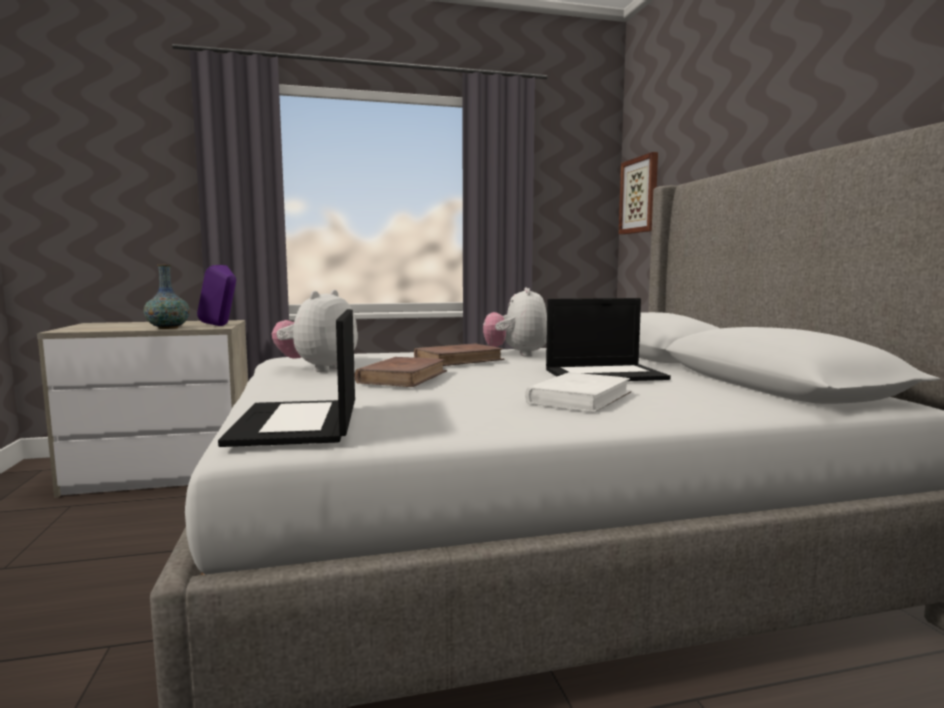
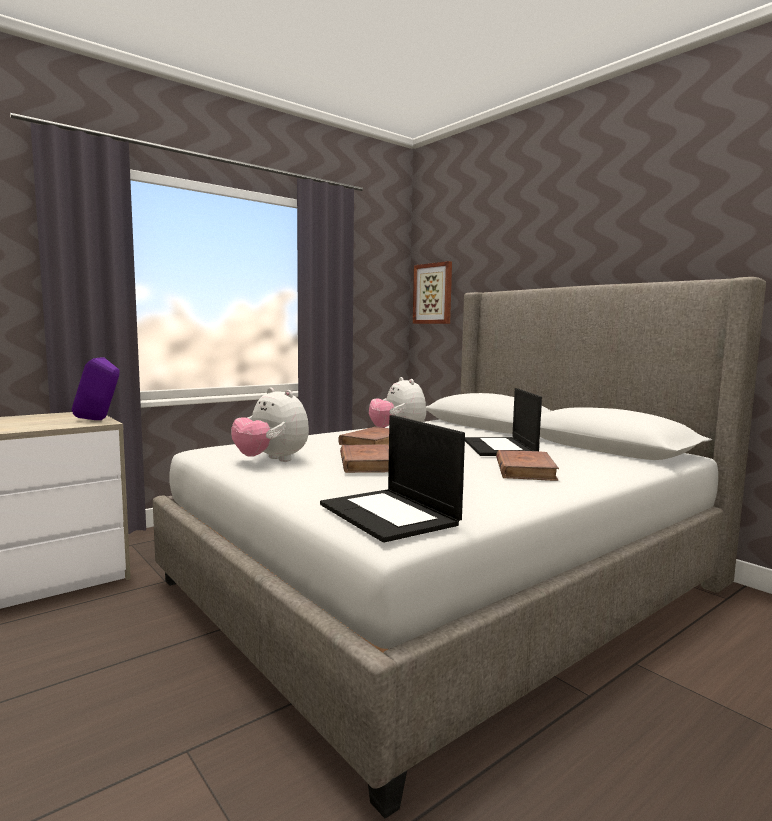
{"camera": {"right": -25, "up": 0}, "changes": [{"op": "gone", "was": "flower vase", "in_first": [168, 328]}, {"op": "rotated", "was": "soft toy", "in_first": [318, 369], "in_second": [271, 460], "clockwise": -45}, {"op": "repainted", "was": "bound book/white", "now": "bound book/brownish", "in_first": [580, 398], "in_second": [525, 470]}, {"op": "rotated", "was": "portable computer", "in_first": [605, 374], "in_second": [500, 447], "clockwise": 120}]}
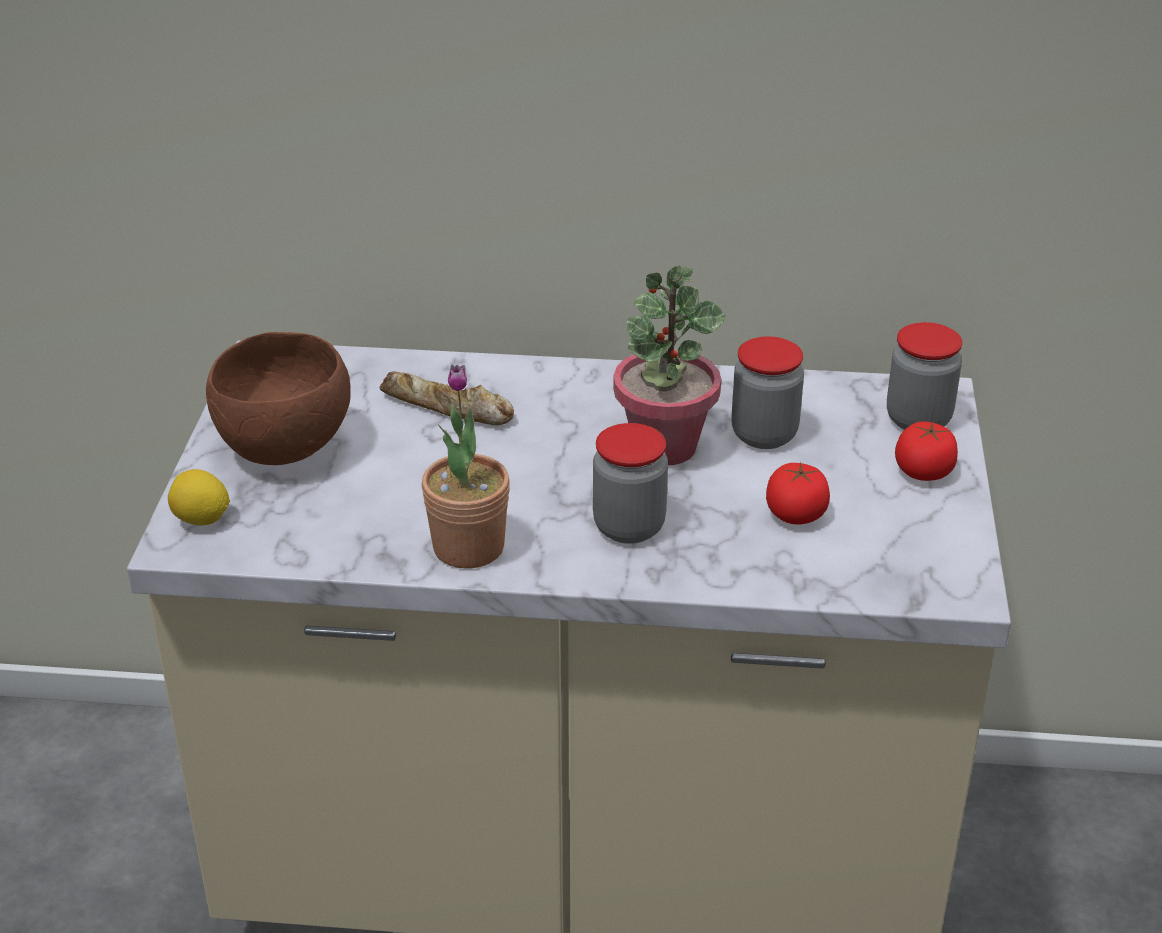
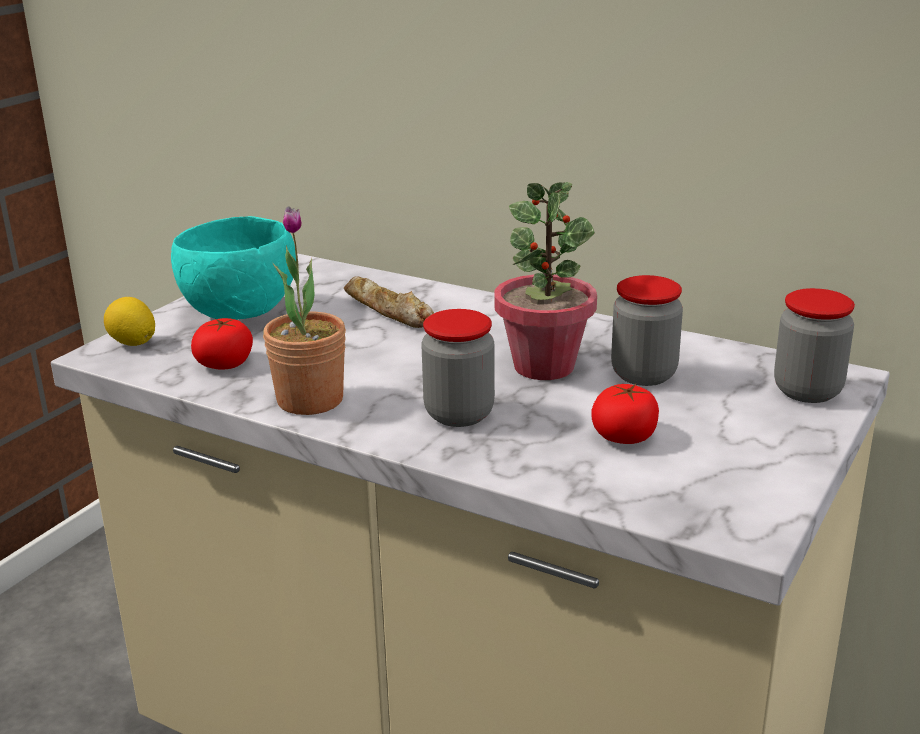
{"camera": {"right": 25, "up": -10}, "changes": [{"op": "repainted", "was": "bowl/brownish", "now": "bowl/blue-green", "in_first": [287, 448], "in_second": [242, 313]}, {"op": "shifted", "was": "whole tomato", "in_first": [924, 470], "in_second": [225, 363]}]}
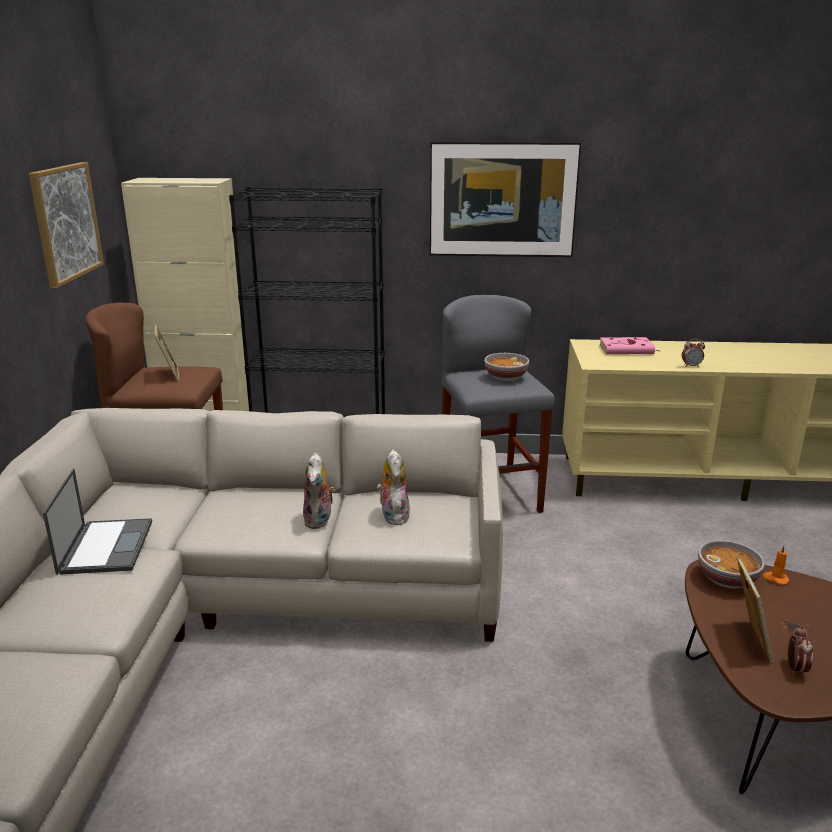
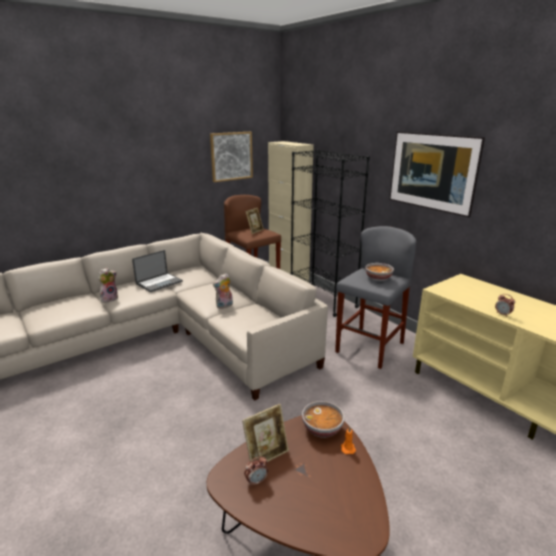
{"camera": {"right": 50, "up": 0}, "changes": [{"op": "shifted", "was": "soft toy", "in_first": [393, 515], "in_second": [109, 299]}, {"op": "gone", "was": "bound book/pink-coloured", "in_first": [627, 349]}]}
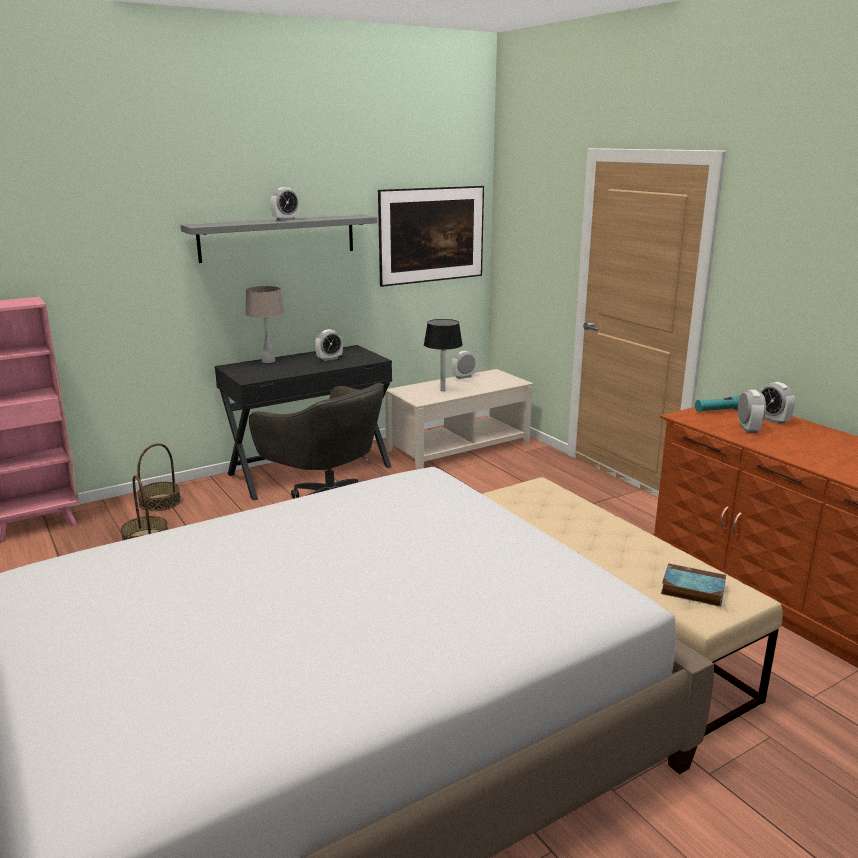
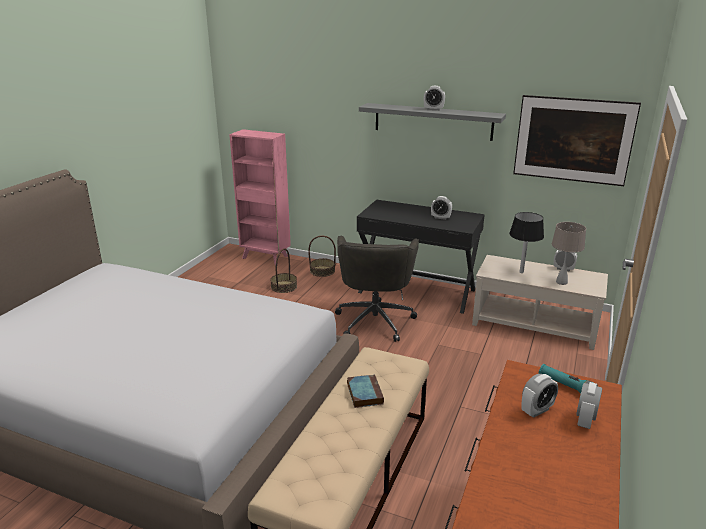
{"camera": {"right": 55, "up": 5}, "changes": [{"op": "shifted", "was": "lamp for a table/beige", "in_first": [268, 361], "in_second": [561, 282]}, {"op": "shifted", "was": "bound book", "in_first": [691, 589], "in_second": [364, 393]}]}
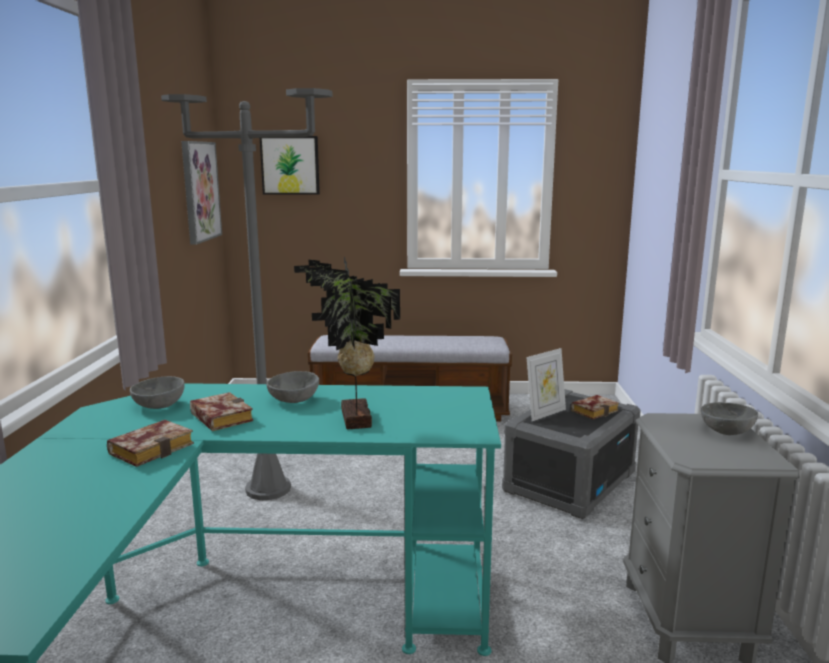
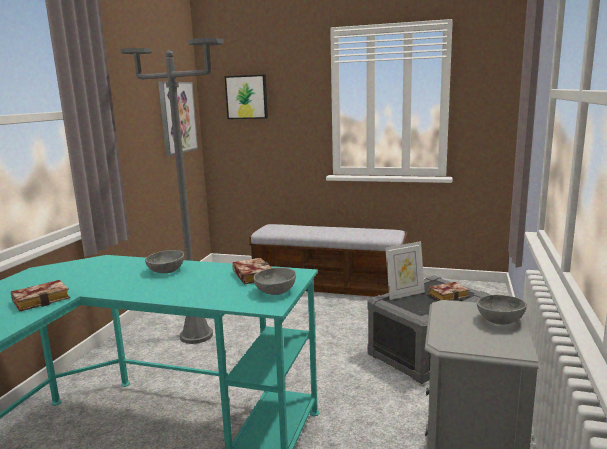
{"camera": {"right": 15, "up": 0}, "changes": [{"op": "shifted", "was": "bowl/grey", "in_first": [158, 406], "in_second": [275, 292]}, {"op": "shifted", "was": "bound book", "in_first": [218, 417], "in_second": [251, 275]}, {"op": "gone", "was": "houseplant", "in_first": [352, 420]}]}
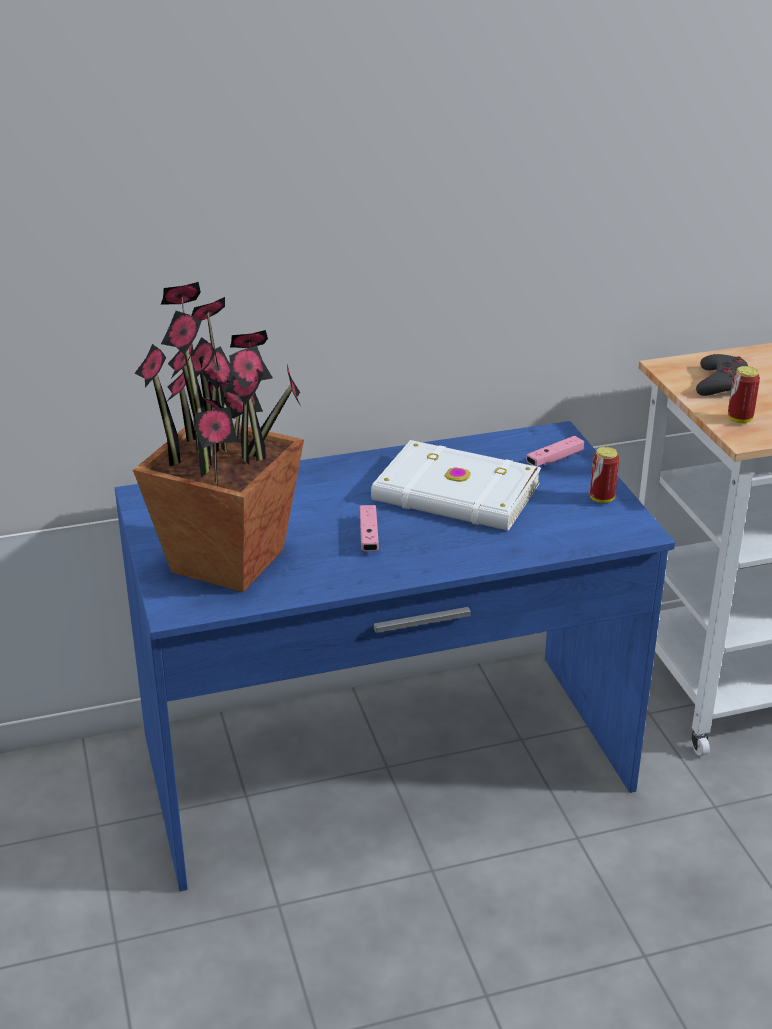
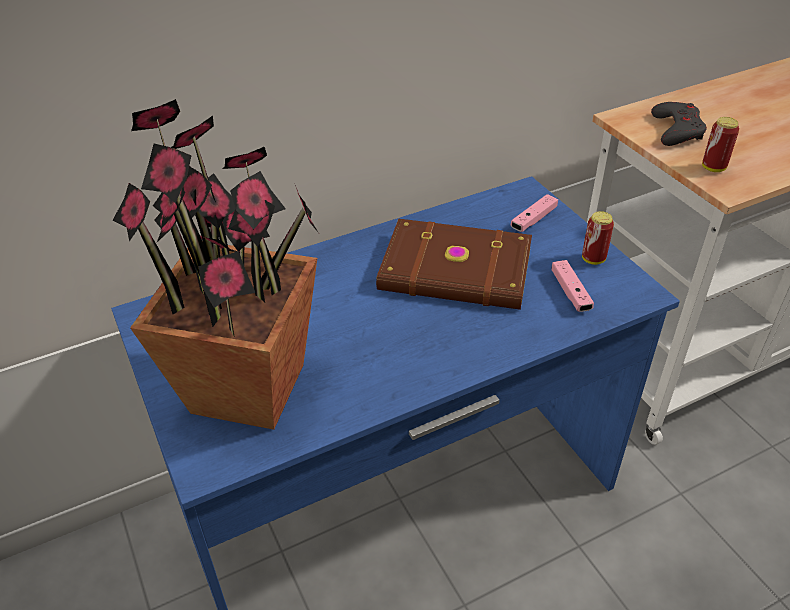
{"camera": {"right": -10, "up": 10}, "changes": [{"op": "shifted", "was": "gamepad/pink-coloured", "in_first": [369, 536], "in_second": [570, 292]}, {"op": "repainted", "was": "bound book/white", "now": "bound book/brownish", "in_first": [456, 494], "in_second": [456, 272]}]}
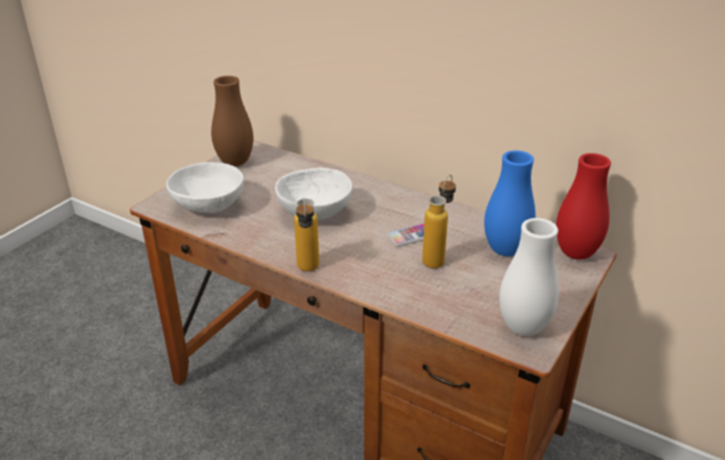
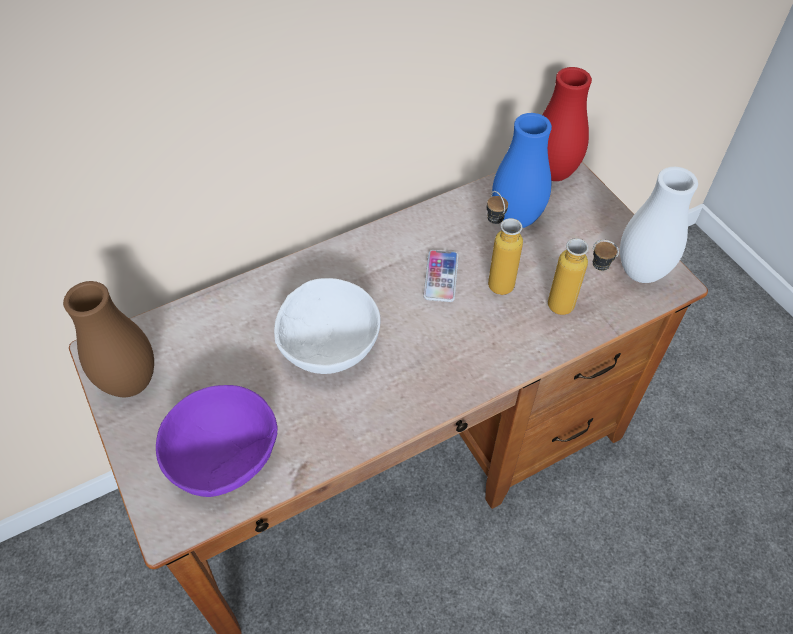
{"camera": {"right": -60, "up": 20}, "changes": [{"op": "repainted", "was": "bowl/white", "now": "bowl/purplish", "in_first": [210, 206], "in_second": [226, 457]}, {"op": "shifted", "was": "beverage bottle", "in_first": [308, 271], "in_second": [571, 309]}]}
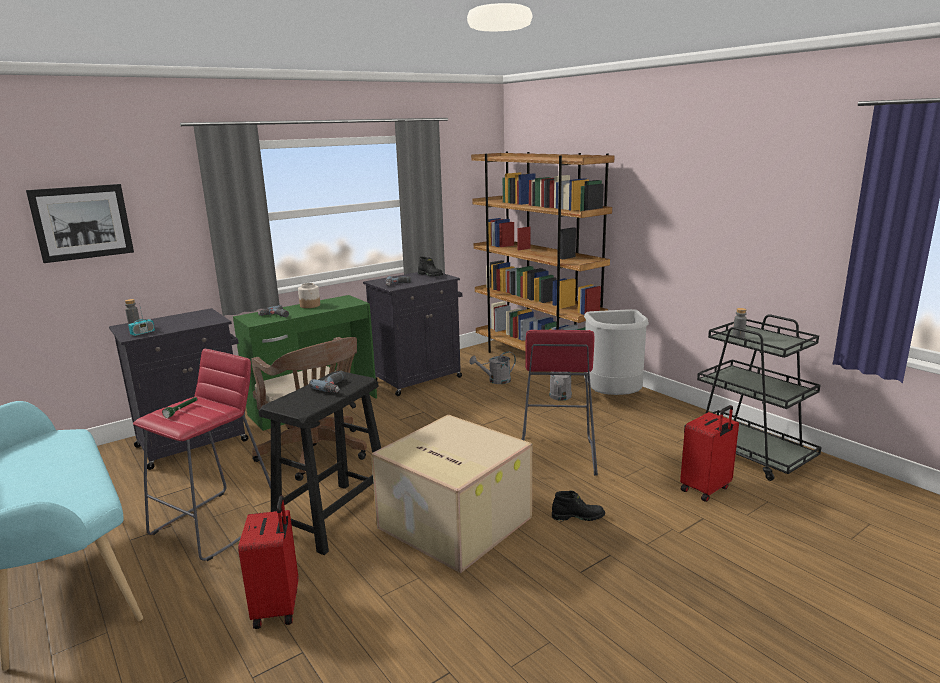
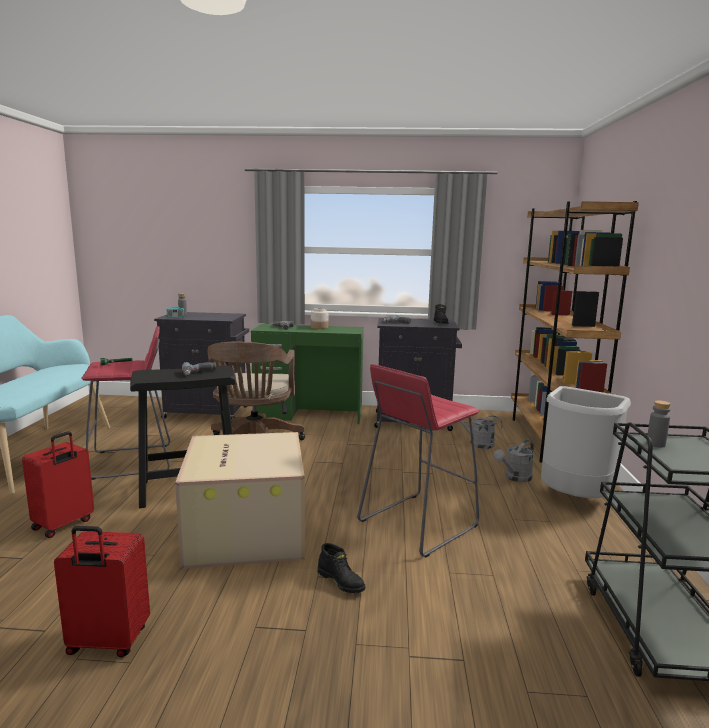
{"camera": {"right": 40, "up": -5}, "changes": [{"op": "gone", "was": "picture", "in_first": [82, 222]}, {"op": "shifted", "was": "piece of luggage/reddish", "in_first": [706, 489], "in_second": [107, 642]}]}
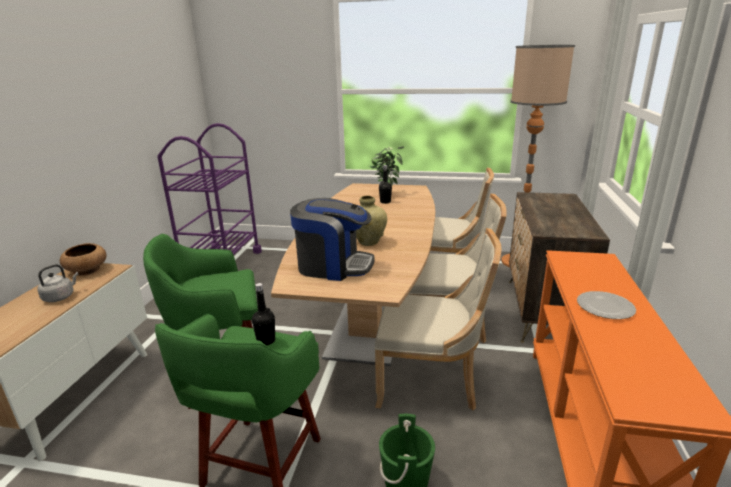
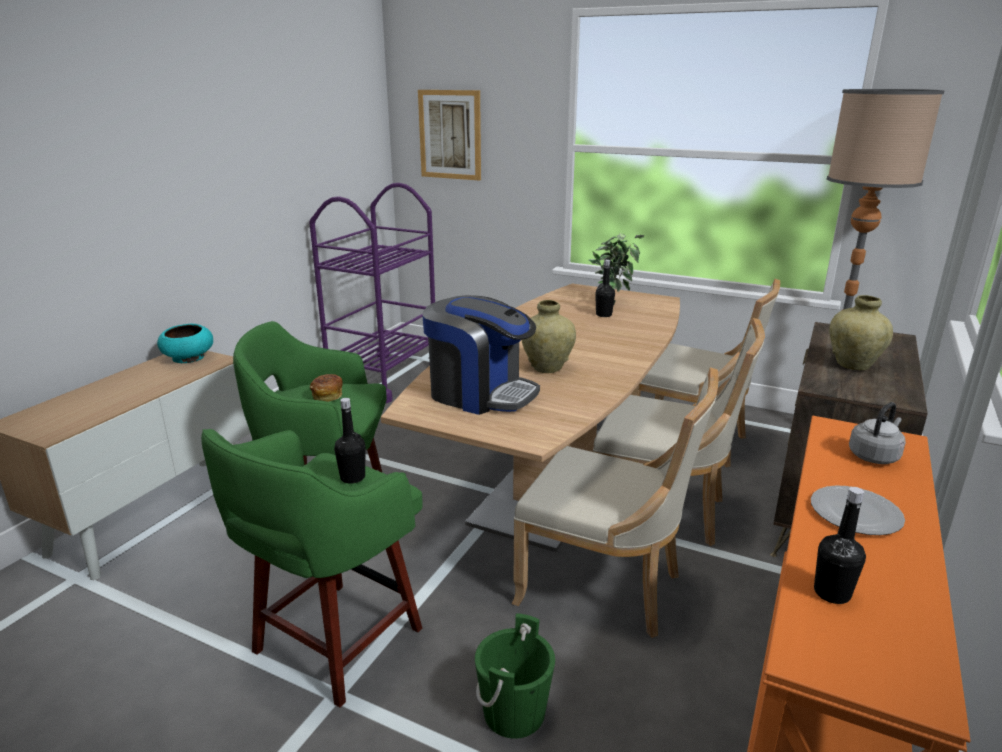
{"camera": {"right": 15, "up": 0}, "changes": [{"op": "shifted", "was": "tea kettle/grey", "in_first": [60, 297], "in_second": [874, 456]}, {"op": "repainted", "was": "bowl/brownish", "now": "bowl/blue-green", "in_first": [87, 270], "in_second": [189, 358]}, {"op": "new", "now": "bakery bread", "in_second": [328, 396]}, {"op": "new", "now": "picture", "in_second": [450, 135]}, {"op": "new", "now": "beverage bottle/black-coloured", "in_second": [832, 593]}, {"op": "new", "now": "flower vase/beige", "in_second": [852, 365]}]}
